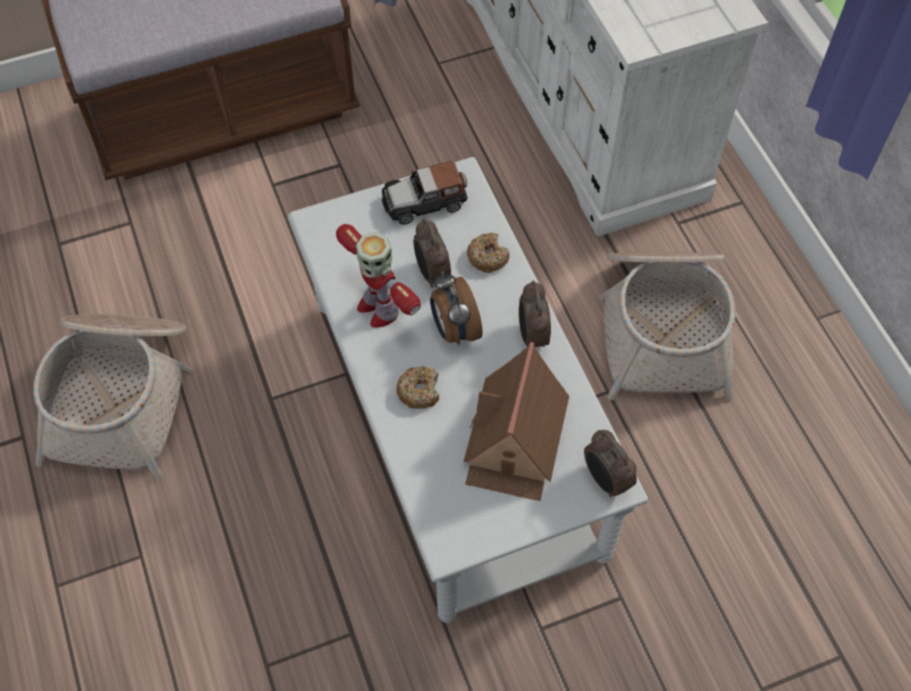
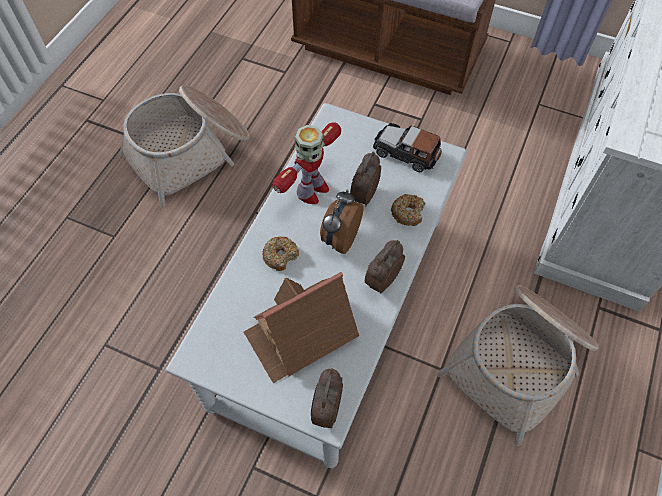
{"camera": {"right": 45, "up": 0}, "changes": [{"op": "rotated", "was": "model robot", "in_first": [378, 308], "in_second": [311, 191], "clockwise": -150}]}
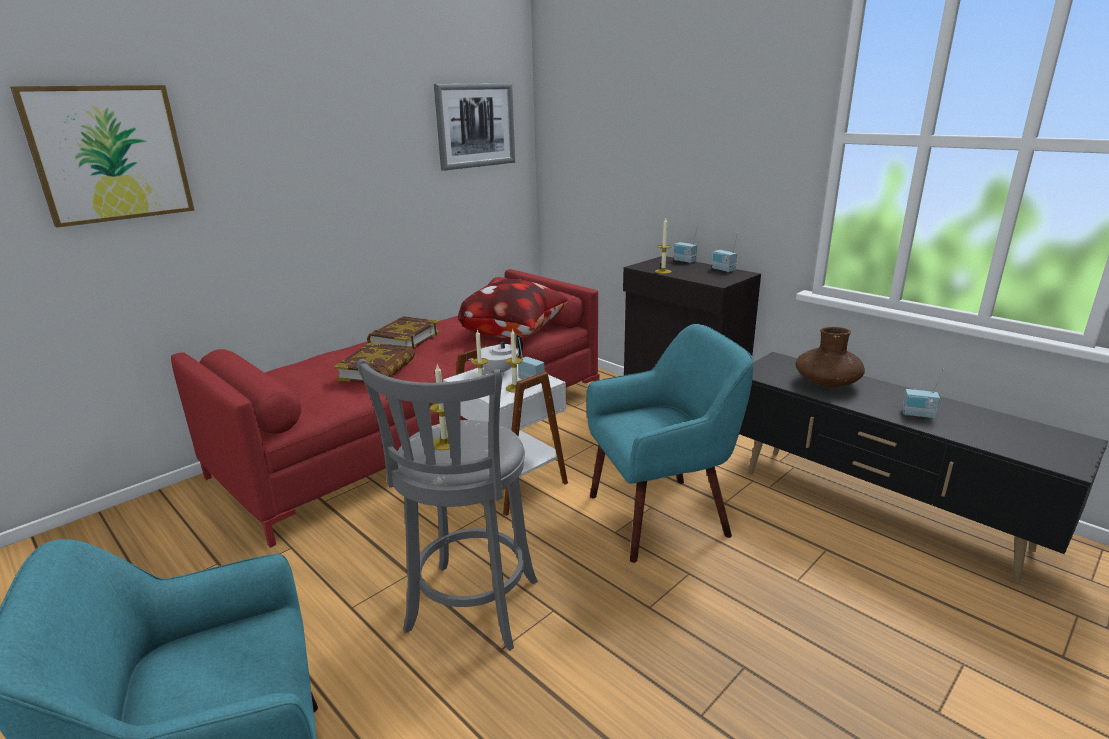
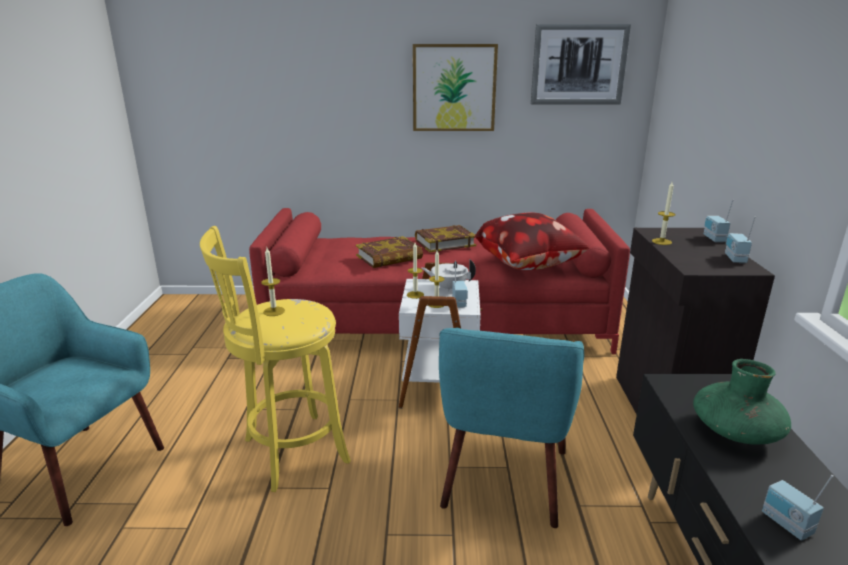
{"camera": {"right": 45, "up": 0}, "changes": [{"op": "shifted", "was": "picture", "in_first": [110, 154], "in_second": [454, 88]}, {"op": "repainted", "was": "stool/grey", "now": "stool/yellowish", "in_first": [470, 610], "in_second": [290, 453]}, {"op": "rotated", "was": "armchair/blue-green", "in_first": [660, 516], "in_second": [503, 478], "clockwise": 75}, {"op": "repainted", "was": "flower vase/brownish", "now": "flower vase/greenish", "in_first": [826, 383], "in_second": [735, 432]}]}
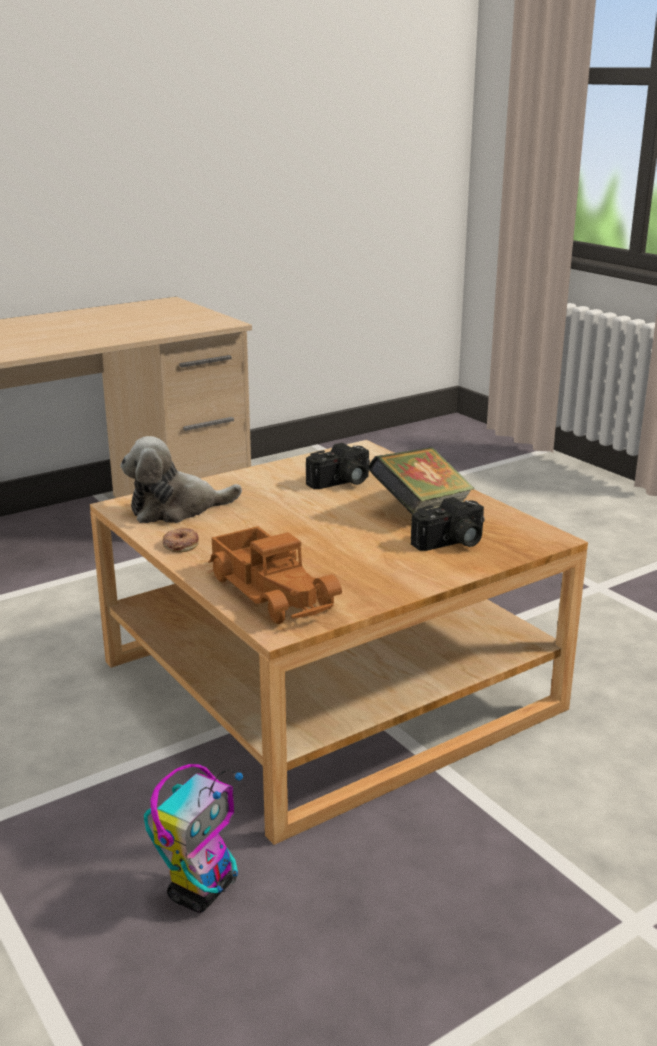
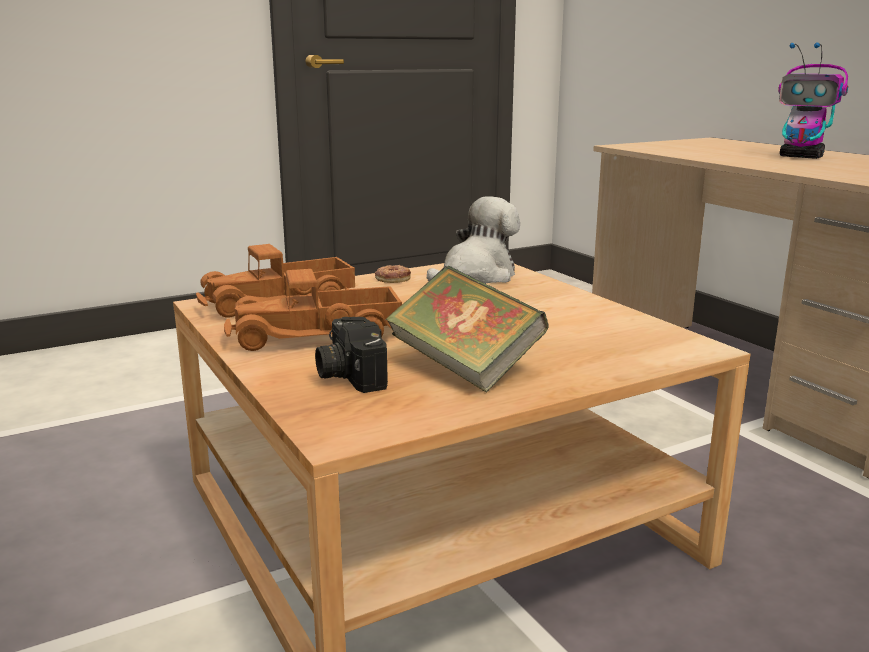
{"camera": {"right": 95, "up": -5}, "changes": [{"op": "rotated", "was": "soft toy", "in_first": [176, 509], "in_second": [476, 276], "clockwise": 60}, {"op": "shifted", "was": "model robot", "in_first": [201, 890], "in_second": [802, 157]}, {"op": "gone", "was": "photo camera", "in_first": [341, 483]}, {"op": "new", "now": "toy truck", "in_second": [316, 336]}]}
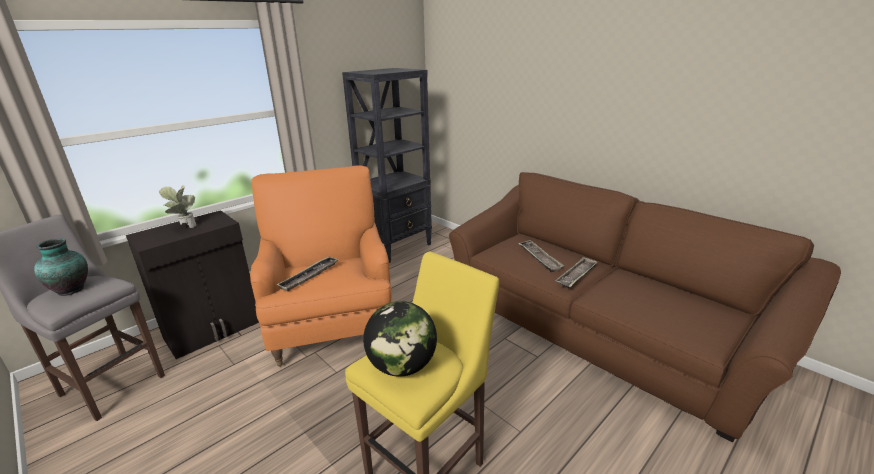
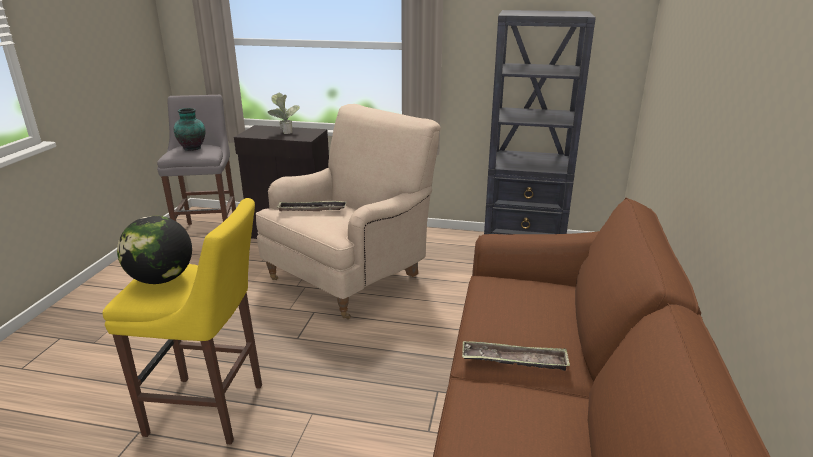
{"camera": {"right": 55, "up": 0}, "changes": [{"op": "repainted", "was": "armchair/orange-coloured", "now": "armchair/beige", "in_first": [332, 323], "in_second": [350, 276]}, {"op": "gone", "was": "serving tray", "in_first": [539, 258]}]}
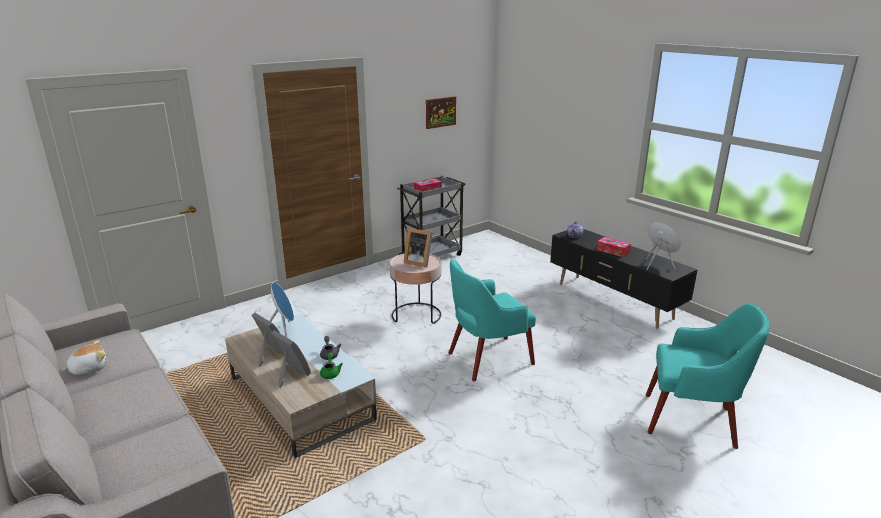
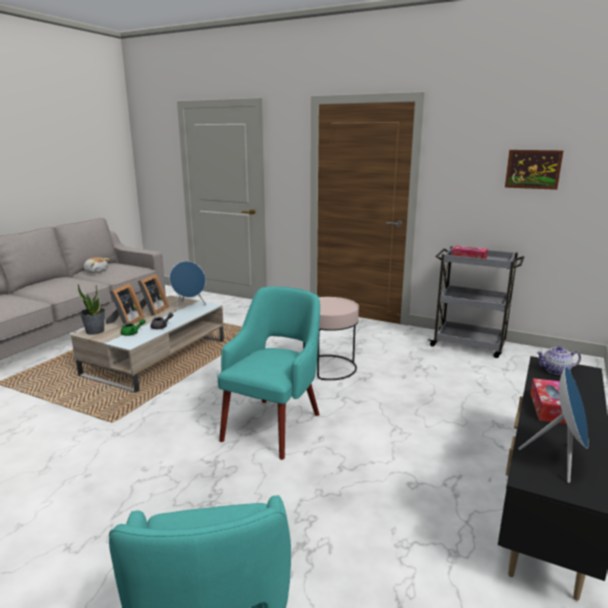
{"camera": {"right": 65, "up": -5}, "changes": [{"op": "gone", "was": "photo frame", "in_first": [418, 262]}, {"op": "rotated", "was": "armchair/blue-green", "in_first": [488, 359], "in_second": [274, 425], "clockwise": 75}, {"op": "new", "now": "houseplant", "in_second": [95, 331]}]}
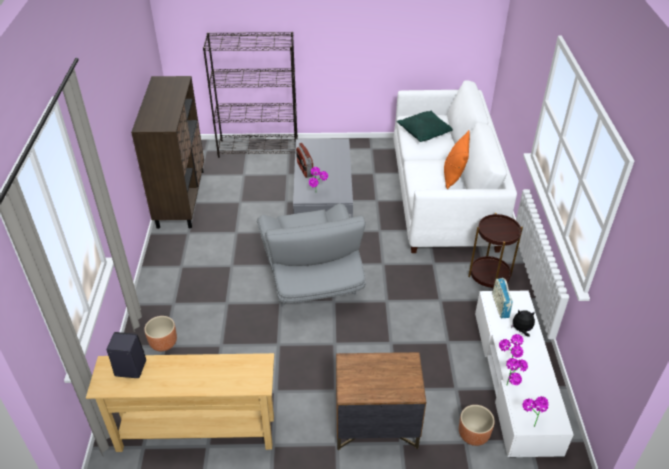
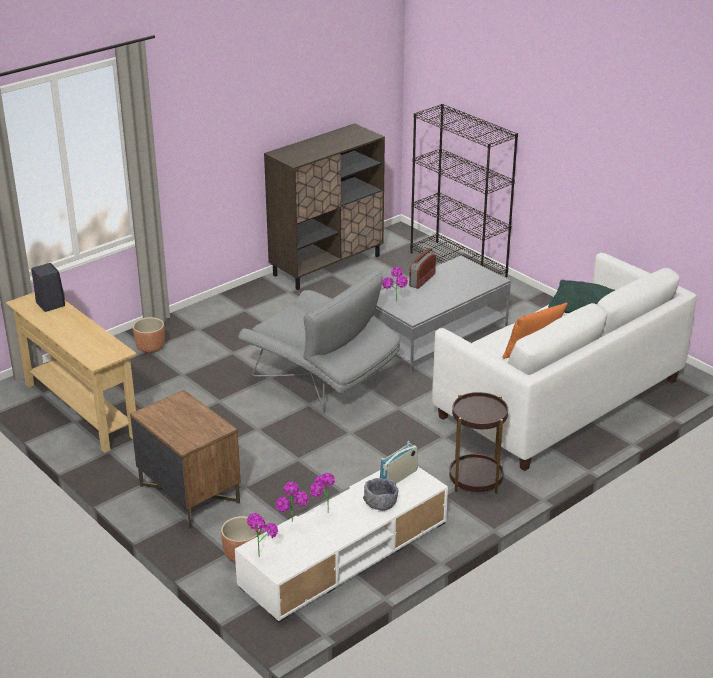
{"camera": {"right": 50, "up": -10}, "changes": [{"op": "rotated", "was": "armchair/grey", "in_first": [312, 278], "in_second": [322, 379], "clockwise": -90}, {"op": "swapped", "was": "soft toy", "now": "bowl/grey", "in_first": [521, 330], "in_second": [380, 503]}]}
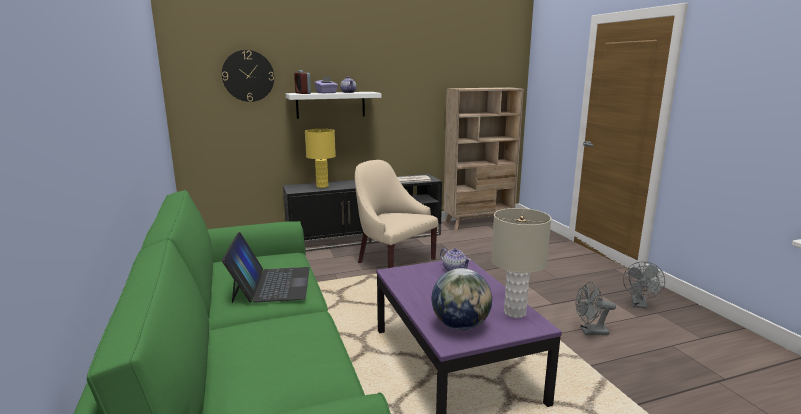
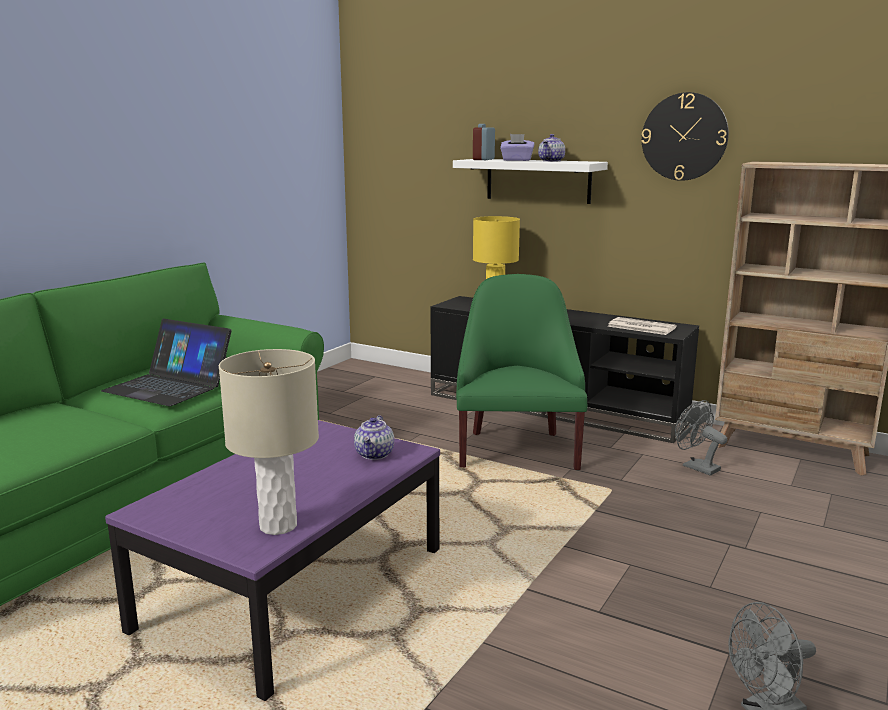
{"camera": {"right": 50, "up": 0}, "changes": [{"op": "shifted", "was": "wall clock", "in_first": [248, 76], "in_second": [684, 137]}, {"op": "rotated", "was": "portable computer", "in_first": [271, 284], "in_second": [169, 386], "clockwise": 75}, {"op": "repainted", "was": "armchair/beige", "now": "armchair/greenish", "in_first": [393, 261], "in_second": [517, 449]}, {"op": "gone", "was": "globe", "in_first": [460, 325]}, {"op": "shifted", "was": "electric fan/grey", "in_first": [590, 331], "in_second": [695, 467]}]}
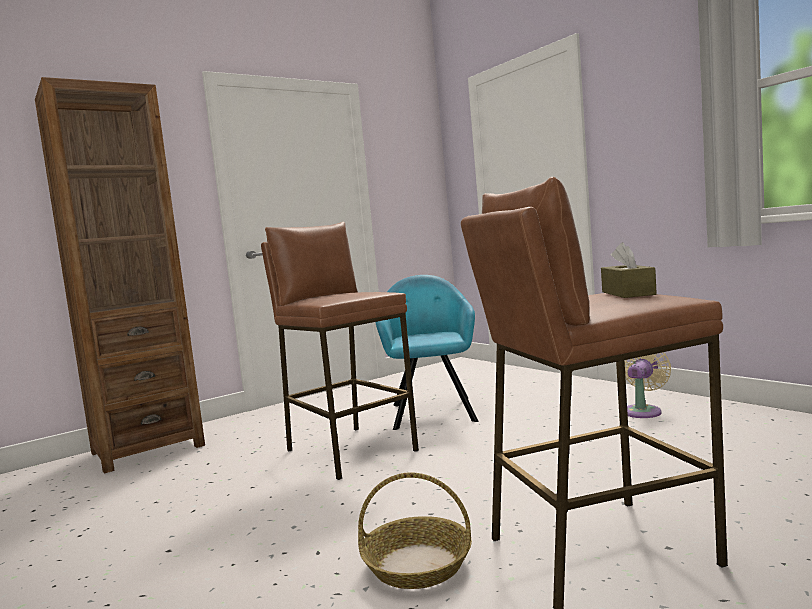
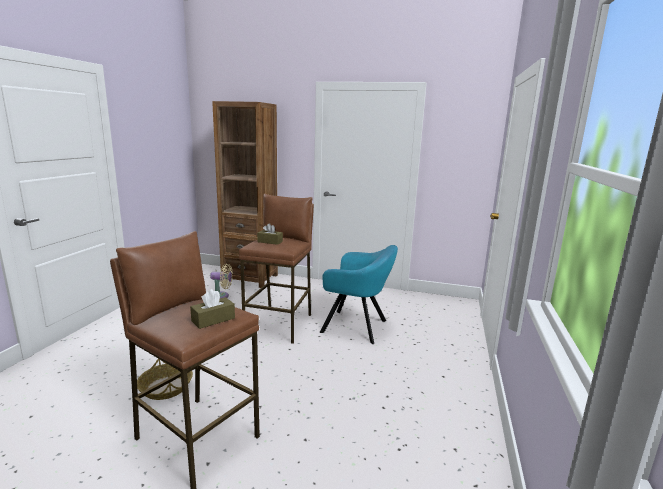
{"camera": {"right": 50, "up": 10}, "changes": [{"op": "rotated", "was": "armchair/blue-green", "in_first": [432, 411], "in_second": [357, 327], "clockwise": 60}, {"op": "shifted", "was": "electric fan/beige", "in_first": [643, 411], "in_second": [221, 296]}, {"op": "new", "now": "tissue box/brownish", "in_second": [270, 241]}]}
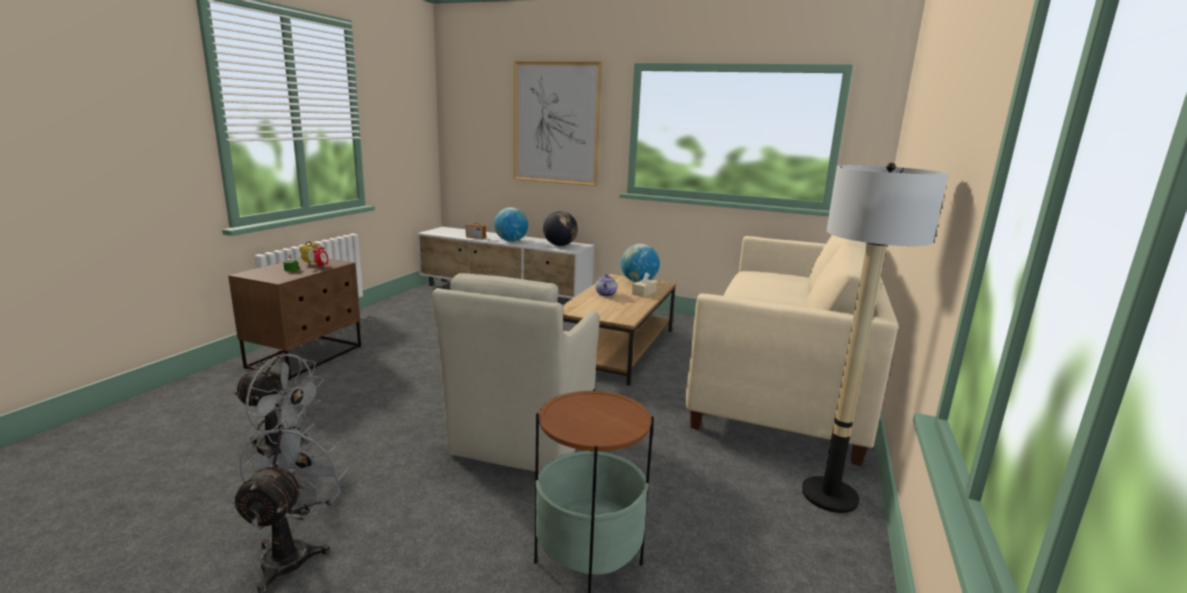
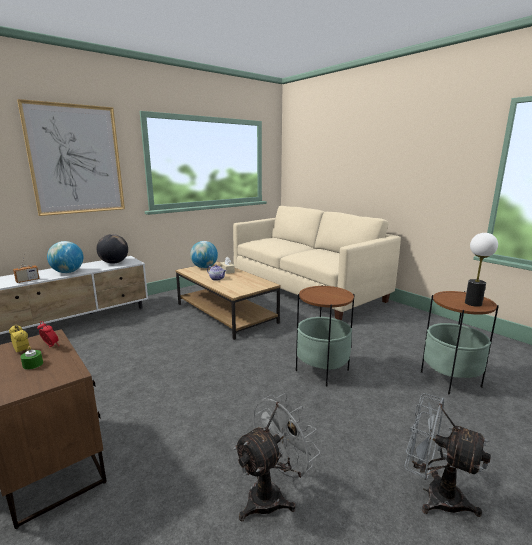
{"camera": {"right": -60, "up": 0}, "changes": [{"op": "swapped", "was": "armchair/beige", "now": "end table", "in_first": [522, 438], "in_second": [322, 370]}, {"op": "gone", "was": "standing lamp", "in_first": [830, 495]}, {"op": "new", "now": "lamp for a table", "in_second": [473, 303]}]}
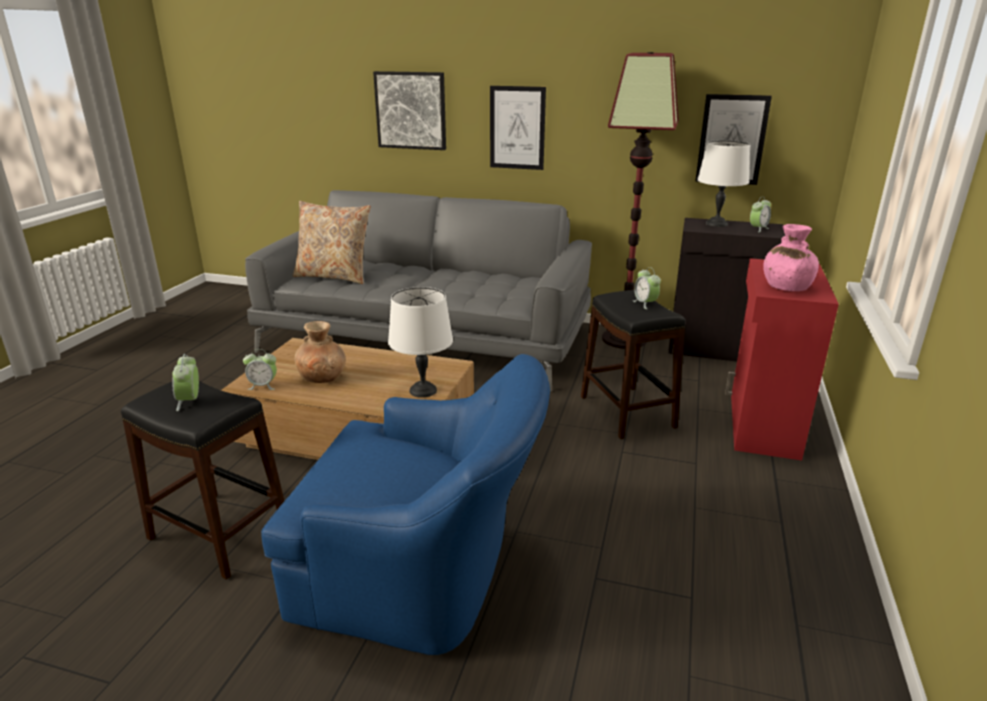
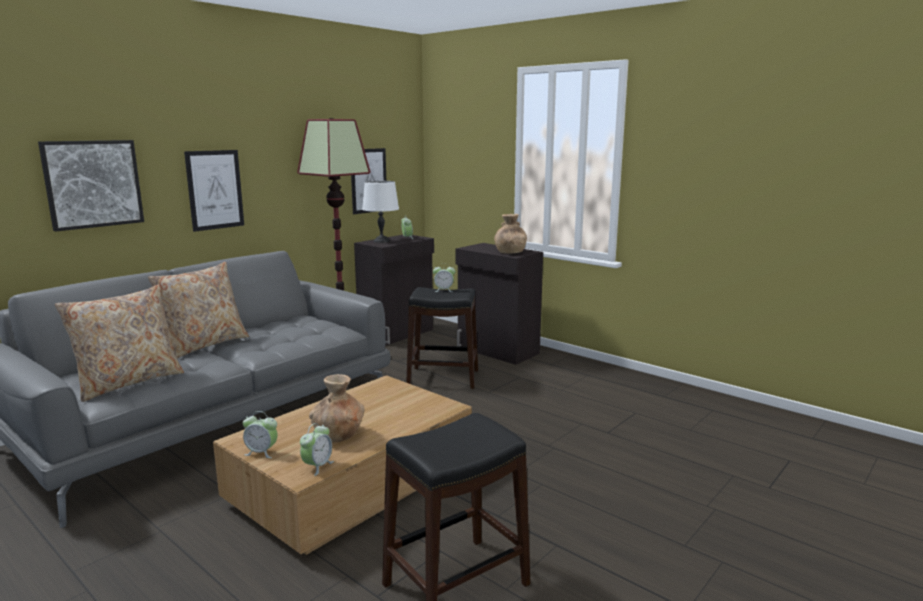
{"camera": {"right": -65, "up": -10}, "changes": [{"op": "shifted", "was": "table clock", "in_first": [190, 401], "in_second": [261, 452]}, {"op": "gone", "was": "armchair/blue", "in_first": [424, 573]}, {"op": "gone", "was": "lamp for a table/white", "in_first": [423, 390]}, {"op": "repainted", "was": "storage cabinet/reddish", "now": "storage cabinet/black-coloured", "in_first": [761, 425], "in_second": [497, 351]}, {"op": "repainted", "was": "flower vase/pink-coloured", "now": "flower vase/brownish", "in_first": [785, 287], "in_second": [510, 252]}, {"op": "new", "now": "cushion/beige", "in_second": [205, 345]}]}
